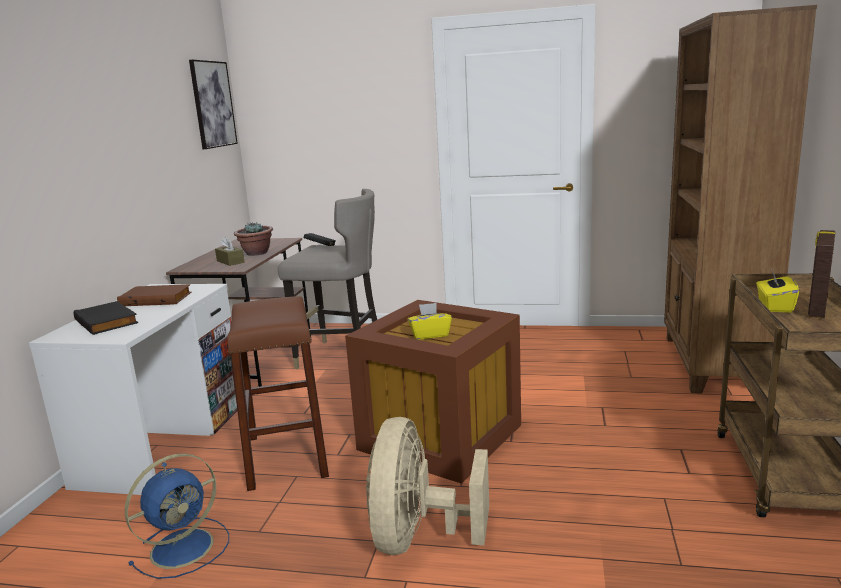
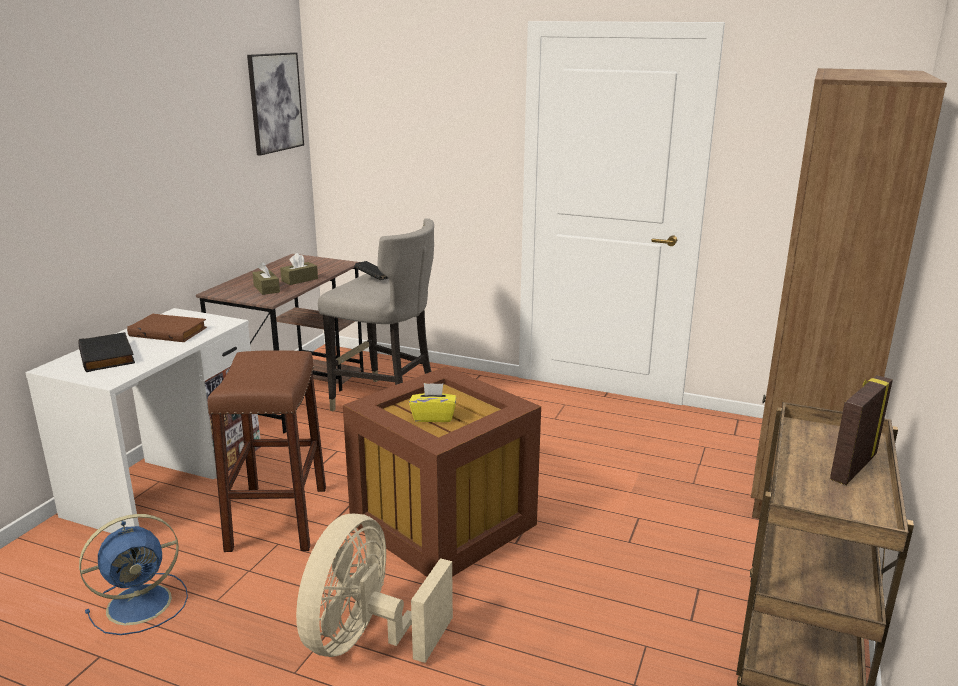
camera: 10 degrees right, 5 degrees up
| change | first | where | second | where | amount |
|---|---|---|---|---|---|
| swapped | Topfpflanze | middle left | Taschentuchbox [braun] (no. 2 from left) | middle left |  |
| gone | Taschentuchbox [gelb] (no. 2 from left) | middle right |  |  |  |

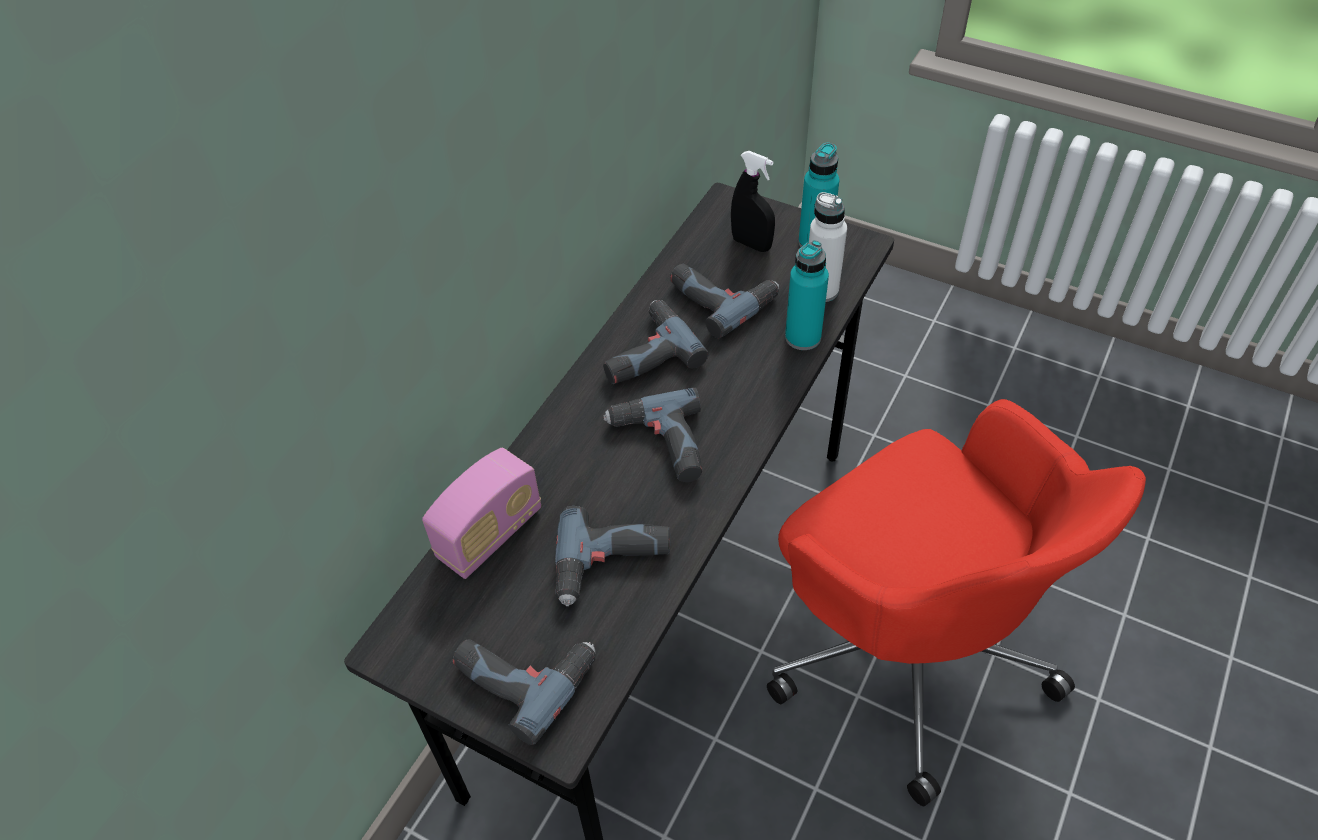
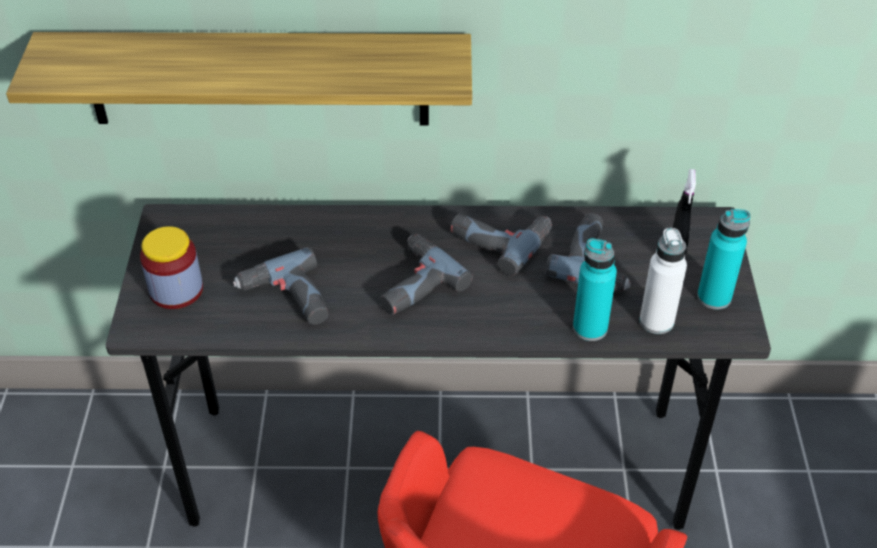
camera: 60 degrees right, 5 degrees down
| change | first | where | second | where | amount |
|---|---|---|---|---|---|
| gone | Radio | centre |  |  |  |
| swapped | Bohrmaschine (no. 1 from left) | bottom centre | Vorratsglas | middle left |  |
| new |  |  | Wandregal | top left |  |

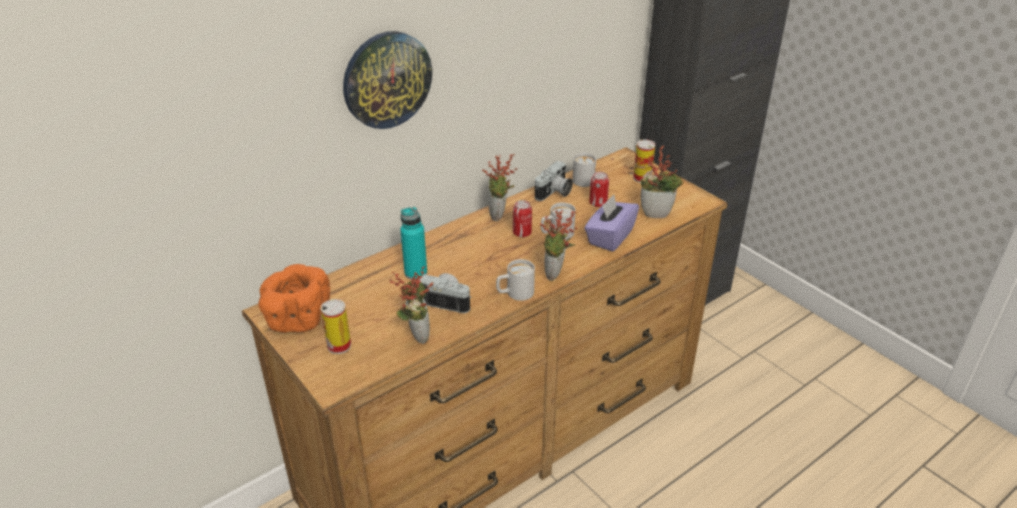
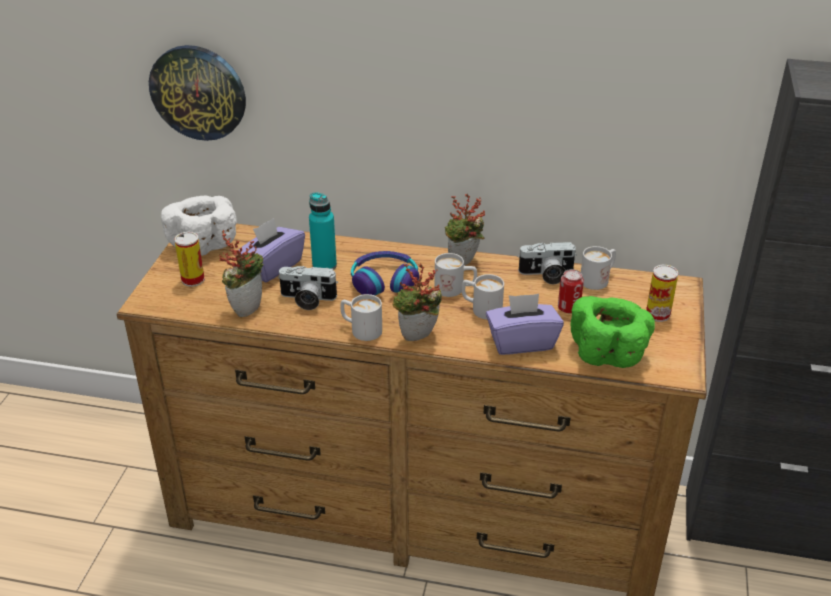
camera: 50 degrees right, 0 degrees up
| change | first | where | second | where | amount |
|---|---|---|---|---|---|
| repainted | Schüssel [orange] | middle left | Schüssel [weiß] | middle left |  |
| shifted | Wanduhr | top centre |  | top left |  |
| rotated | Kamera (no. 1 from left) | centre |  | centre | 120 degrees clockwise |
| swapped | Dose (no. 2 from left) | centre | Henkelbecher [weiß] (no. 2 from left) | centre |  |
| swapped | Topfpflanze (no. 4 from left) | centre | Schüssel [grün] | middle right |  |
| new |  |  | Taschentuchbox [lila] (no. 1 from left) | middle left |  |
| new |  |  | Kopfhörer | centre |  |

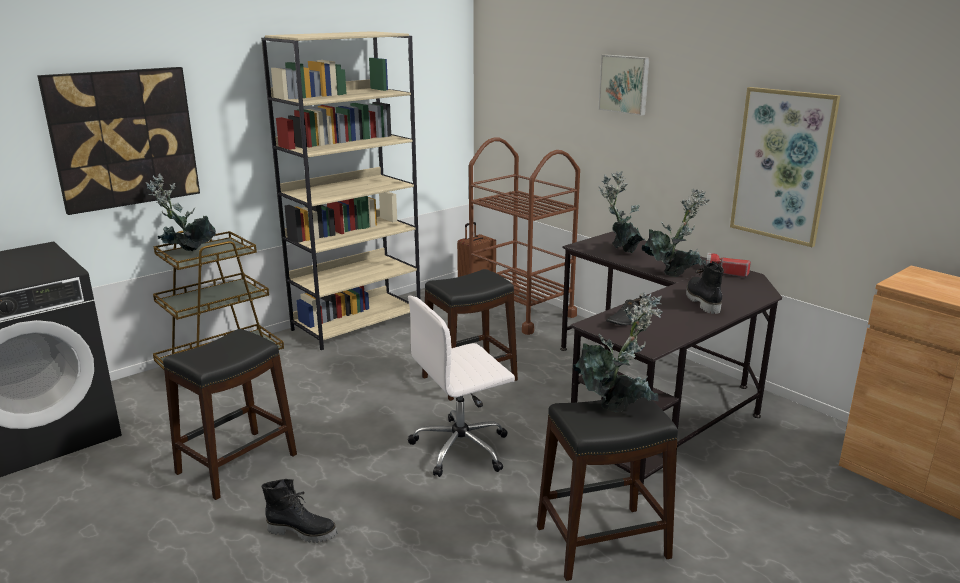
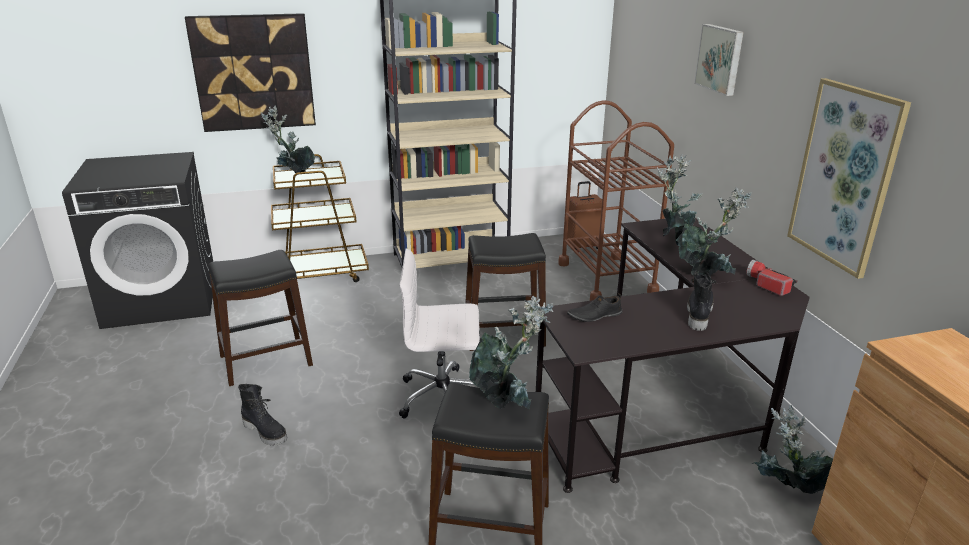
camera: 25 degrees right, 5 degrees up
| change | first | where | second | where | amount |
|---|---|---|---|---|---|
| new |  |  | Topfpflanze (no. 5 from left) | bottom right |  |

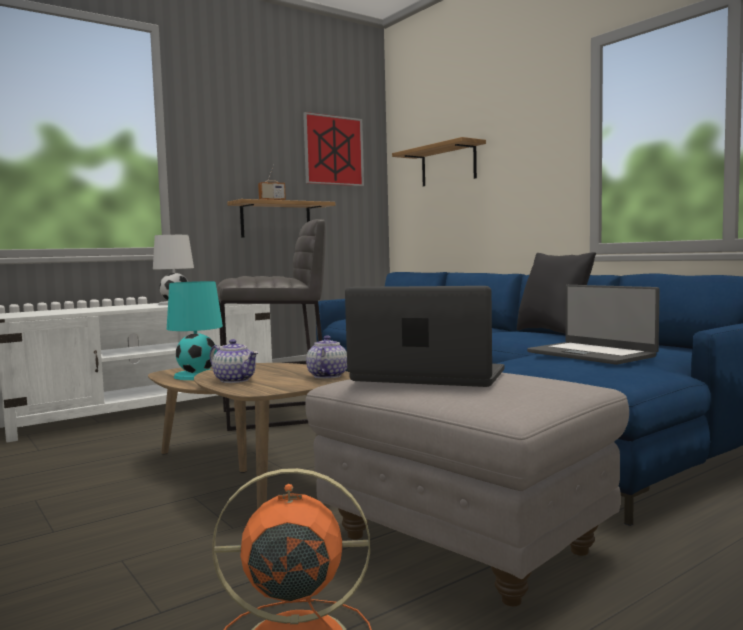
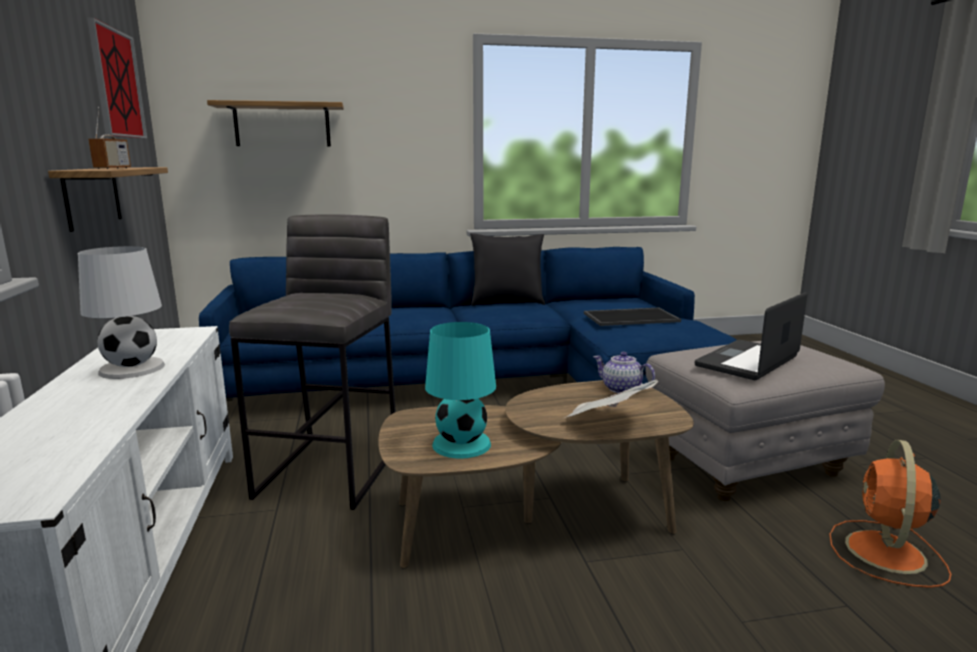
camera: 65 degrees left, 10 degrees up
| change | first | where | second | where | amount |
|---|---|---|---|---|---|
| swapped | Teekanne (no. 1 from left) | middle left | Zeitung | centre |  |
| swapped | Laptop (no. 2 from left) | middle right | Tablett | centre |  |

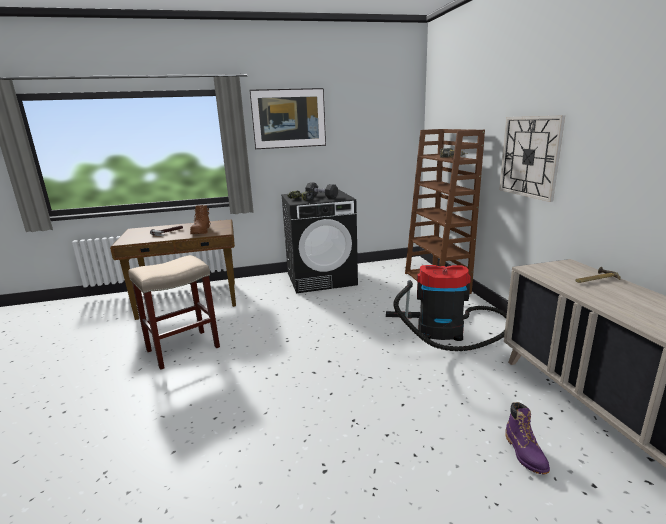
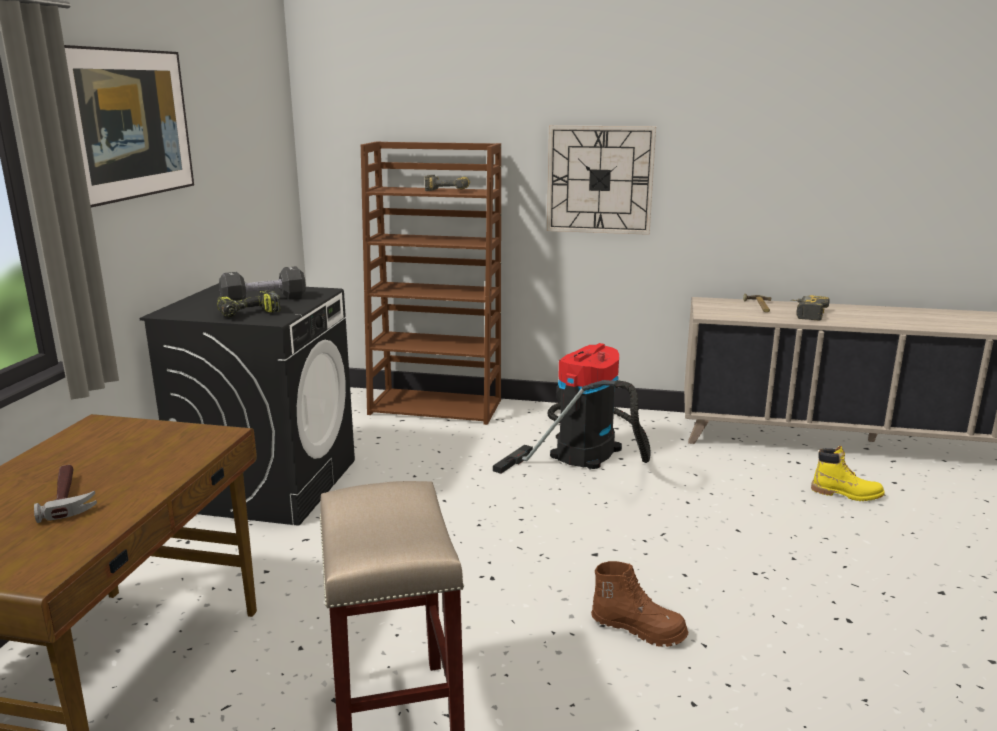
camera: 65 degrees left, 0 degrees up
| change | first | where | second | where | amount |
|---|---|---|---|---|---|
| shifted | Stiefel [braun] | middle left |  | bottom centre |  |
| repainted | Stiefel [lila] | bottom right | Stiefel [gelb] | middle right |  |
| new |  |  | Bohrmaschine (no. 3 from left) | middle right |  |

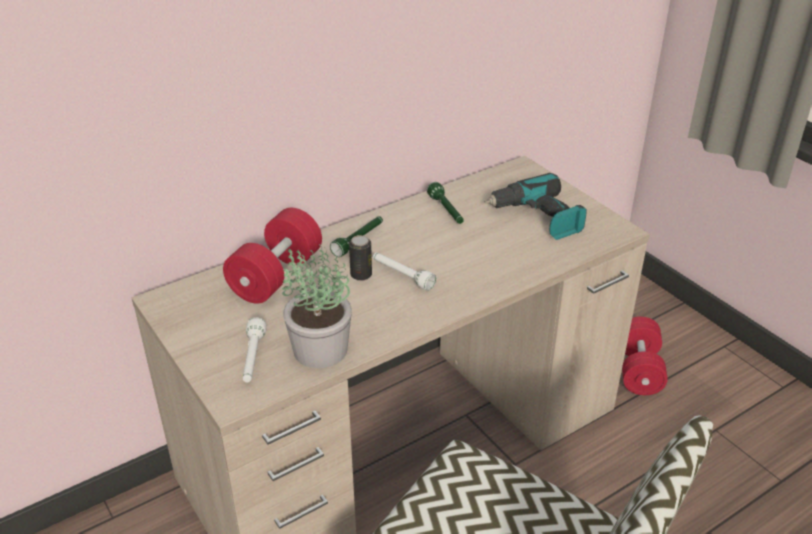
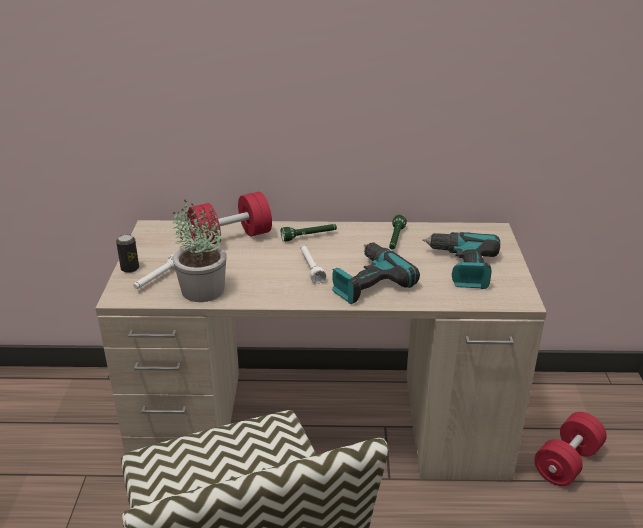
camera: 35 degrees right, 5 degrees down
| change | first | where | second | where | amount |
|---|---|---|---|---|---|
| shifted | Dose | centre |  | middle left |  |
| new |  |  | Bohrmaschine (no. 1 from left) | centre |  |

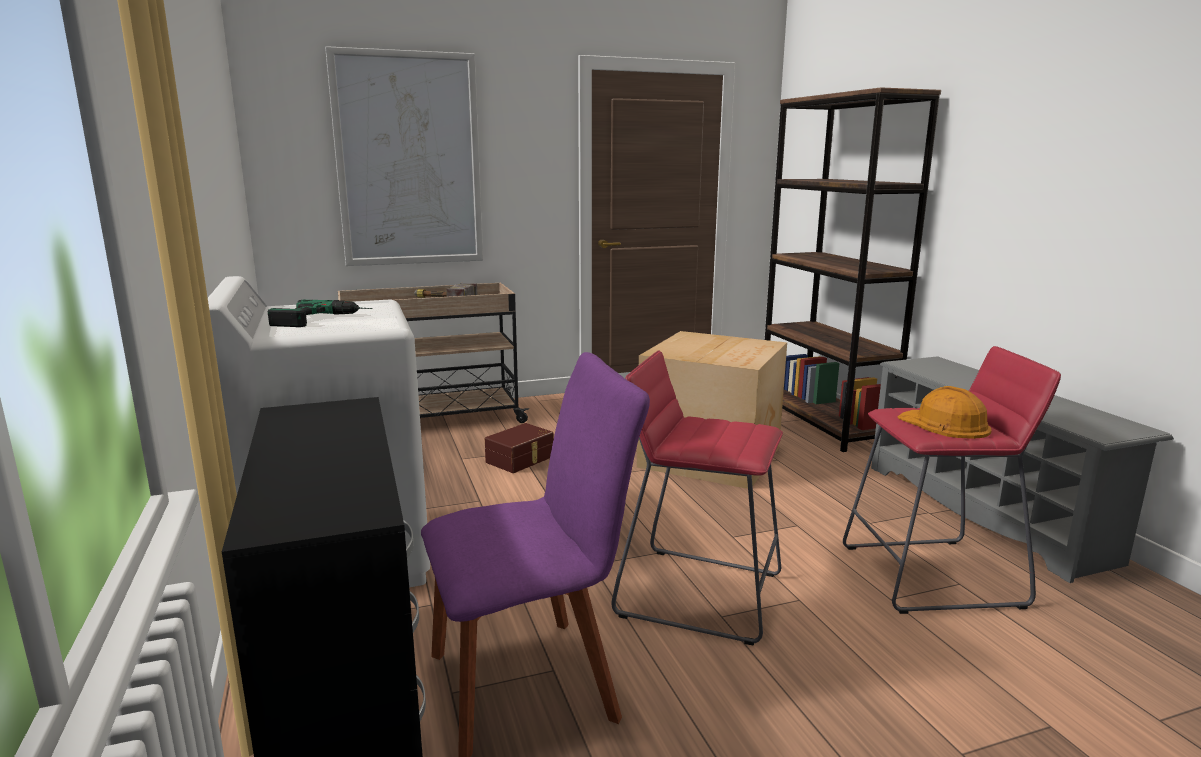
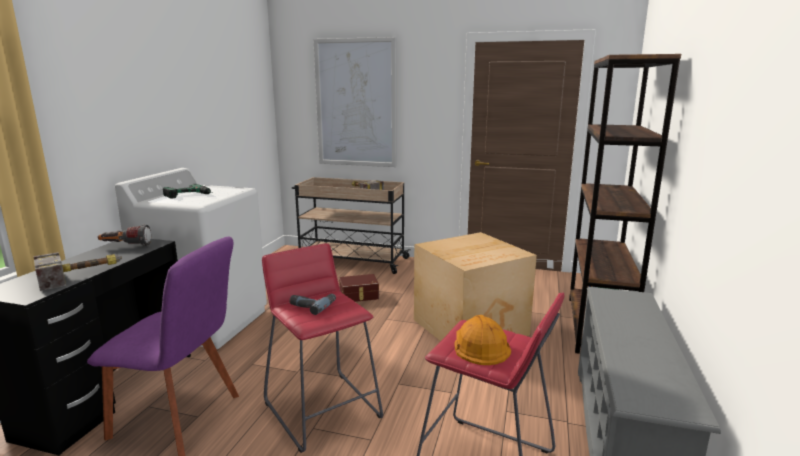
camera: 35 degrees right, 0 degrees up
| change | first | where | second | where | amount |
|---|---|---|---|---|---|
| new |  |  | Hammer (no. 1 from left) | middle left |  |
| new |  |  | Taschenlampe | middle left |  |
| new |  |  | Bohrmaschine (no. 2 from left) | bottom centre |  |

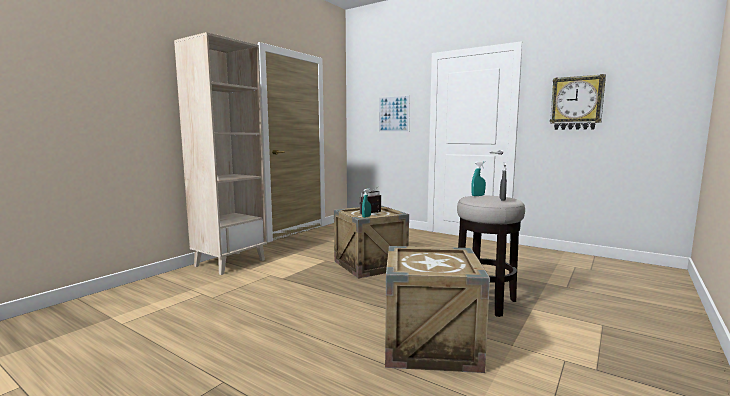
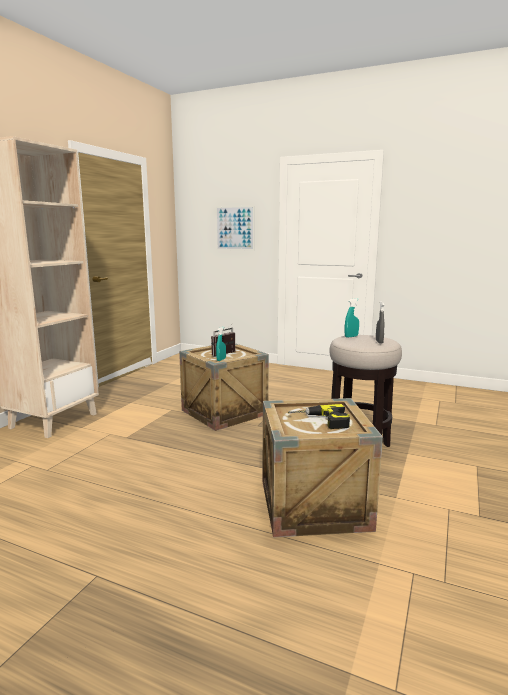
camera: 10 degrees left, 5 degrees up
| change | first | where | second | where | amount |
|---|---|---|---|---|---|
| gone | Wanduhr | top right |  |  |  |
| new |  |  | Bohrmaschine | centre |  |

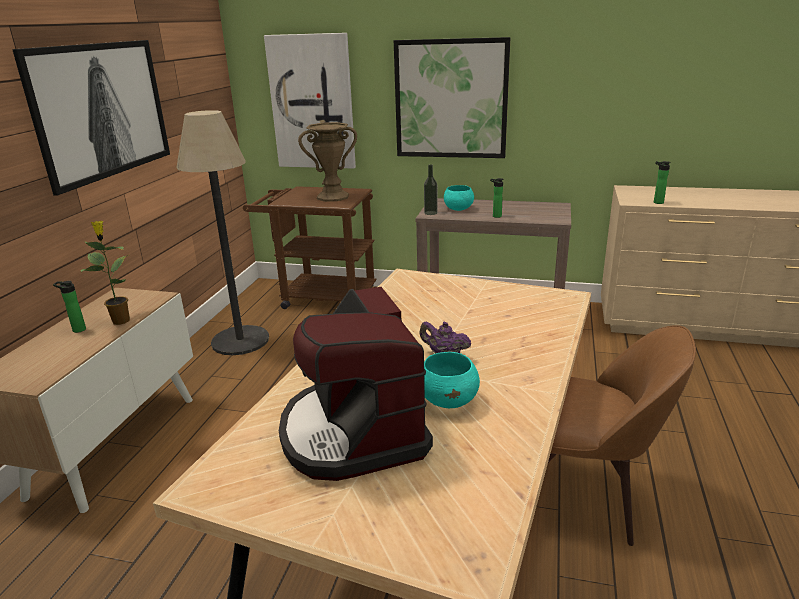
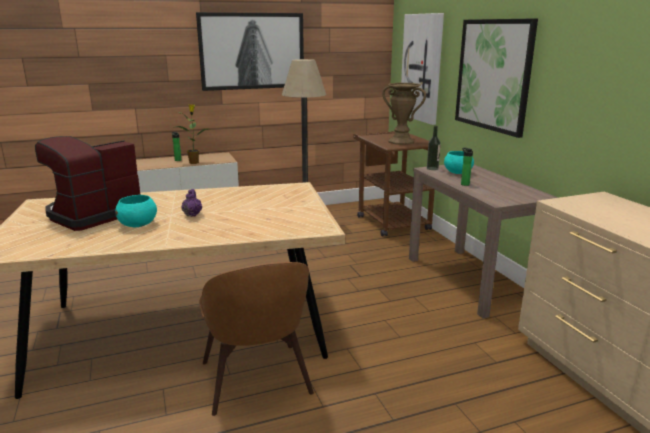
camera: 55 degrees right, 5 degrees down
| change | first | where | second | where | amount |
|---|---|---|---|---|---|
| gone | Flasche (no. 4 from left) | top right |  |  |  |

